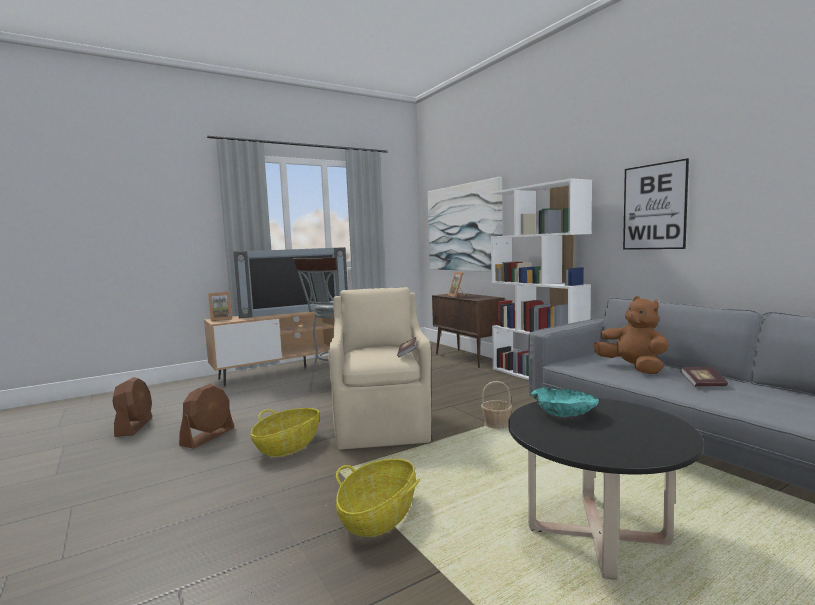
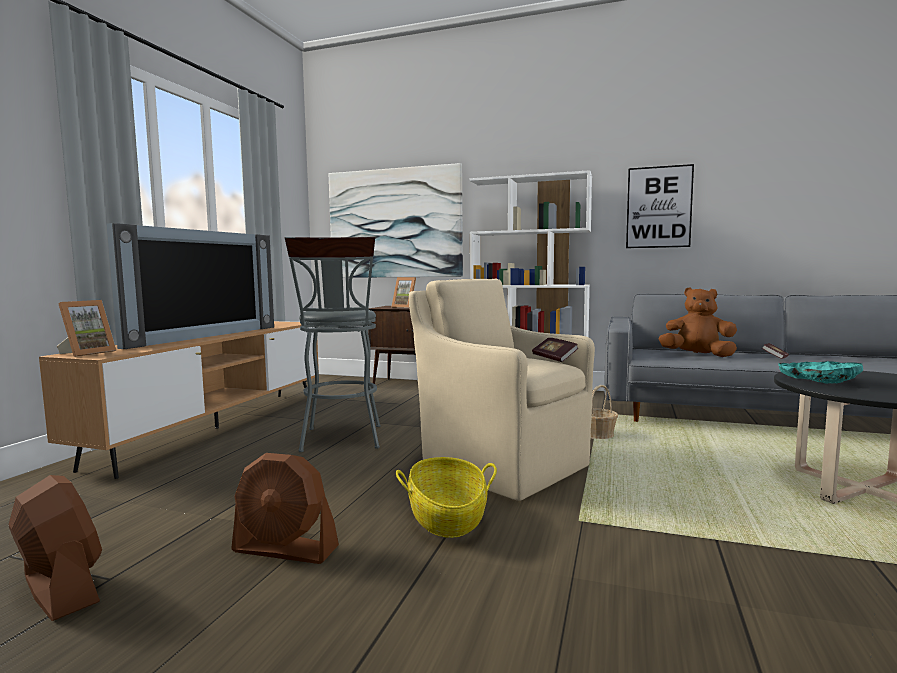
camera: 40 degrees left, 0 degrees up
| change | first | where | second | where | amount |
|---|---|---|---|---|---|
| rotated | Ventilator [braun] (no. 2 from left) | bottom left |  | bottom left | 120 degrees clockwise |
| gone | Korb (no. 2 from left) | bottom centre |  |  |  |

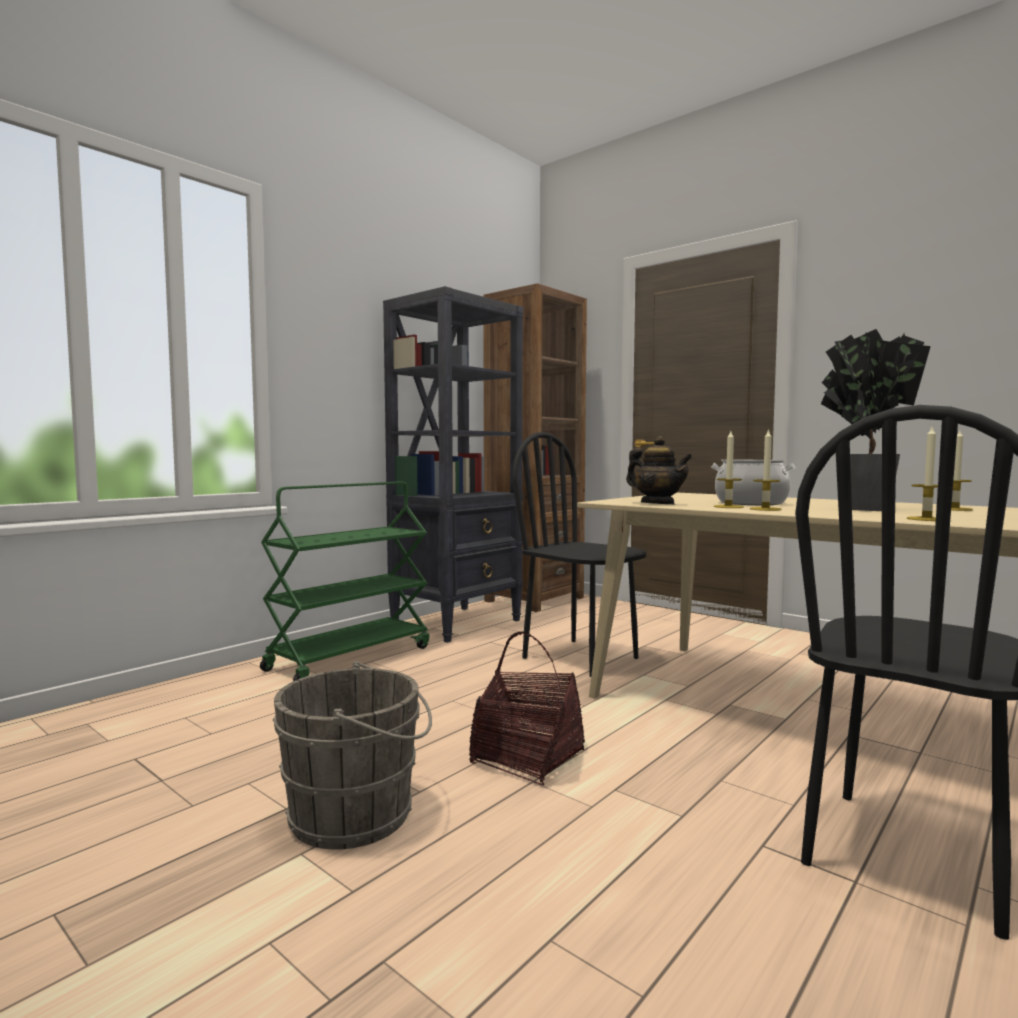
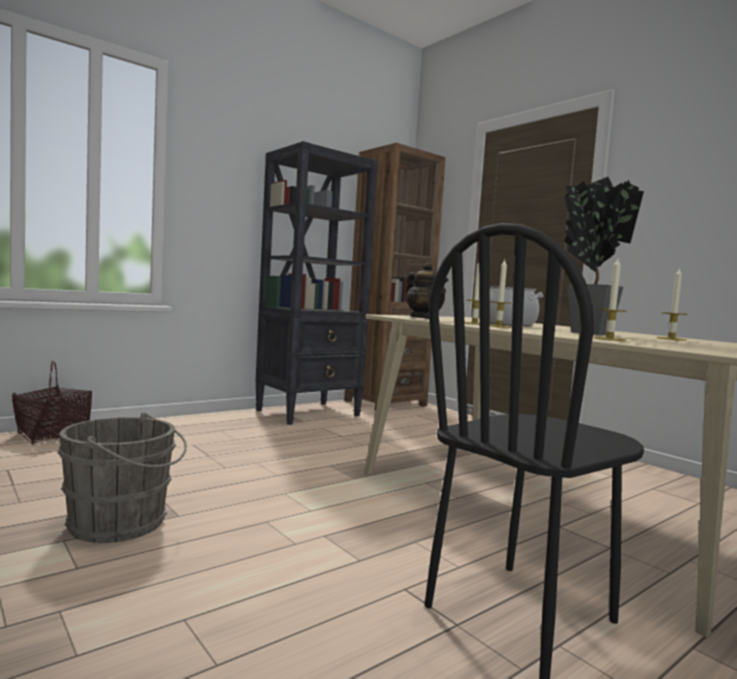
camera: 10 degrees right, 0 degrees up
| change | first | where | second | where | amount |
|---|---|---|---|---|---|
| gone | Rollwagen [grün] | centre |  |  |  |
| shifted | Korb | bottom centre |  | middle left |  |
| gone | Stuhl [schwarz] (no. 1 from left) | centre |  |  |  |

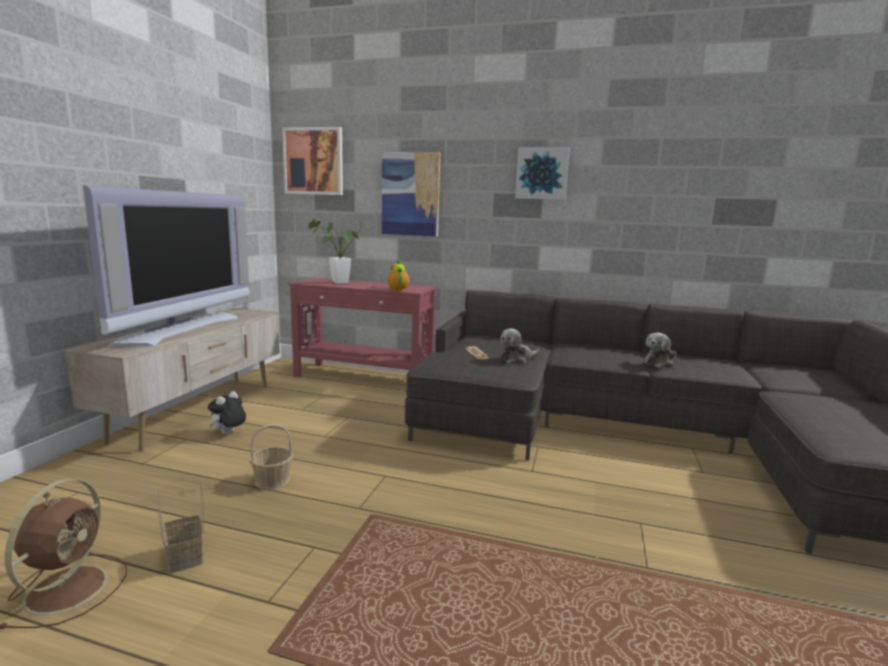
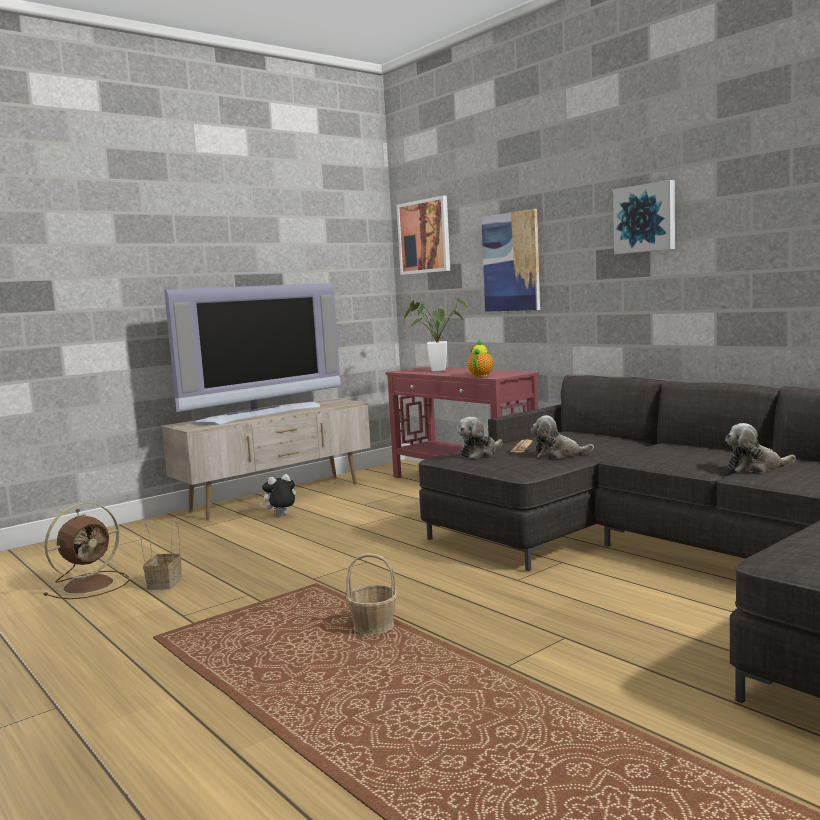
camera: 35 degrees right, 5 degrees down
| change | first | where | second | where | amount |
|---|---|---|---|---|---|
| shifted | Korb (no. 2 from left) | bottom left |  | bottom centre |  |
| new |  |  | Plüschtier (no. 2 from left) | centre |  |

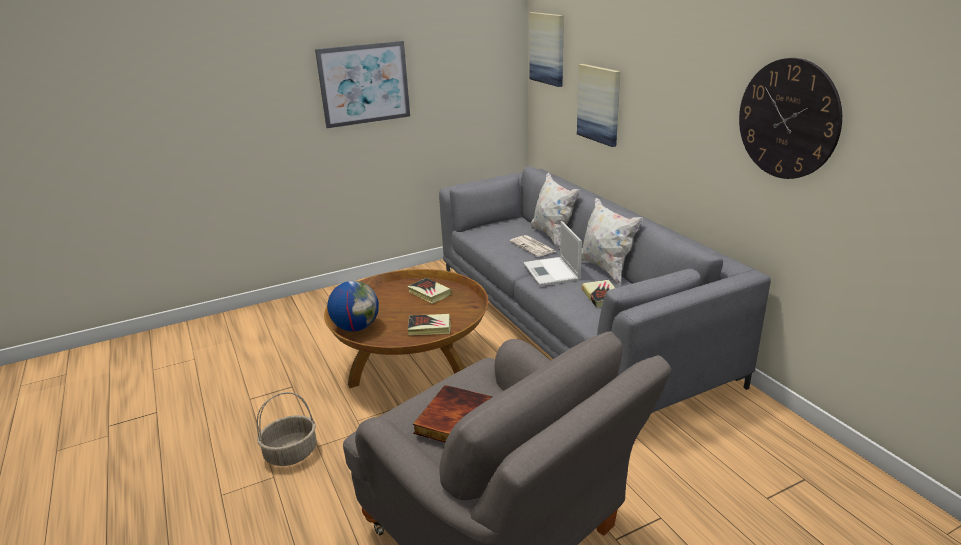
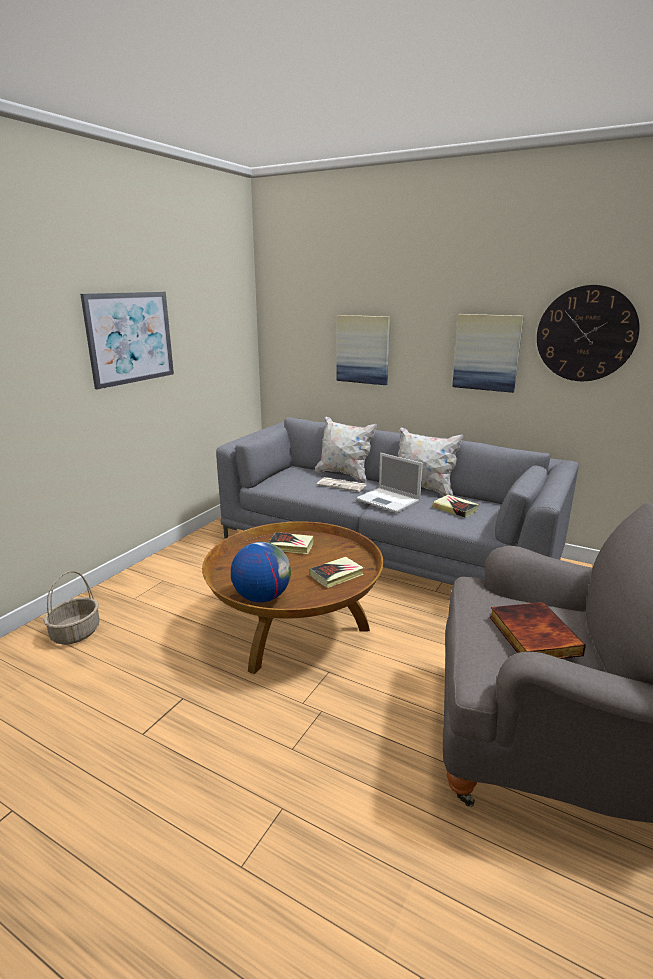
camera: 35 degrees left, 5 degrees down
| change | first | where | second | where | amount |
|---|---|---|---|---|---|
| shifted | Korb | bottom left |  | middle left |  |
| shifted | Bild (no. 2 from left in the first image) | top centre | Bild (no. 3 from left) | middle right |  |

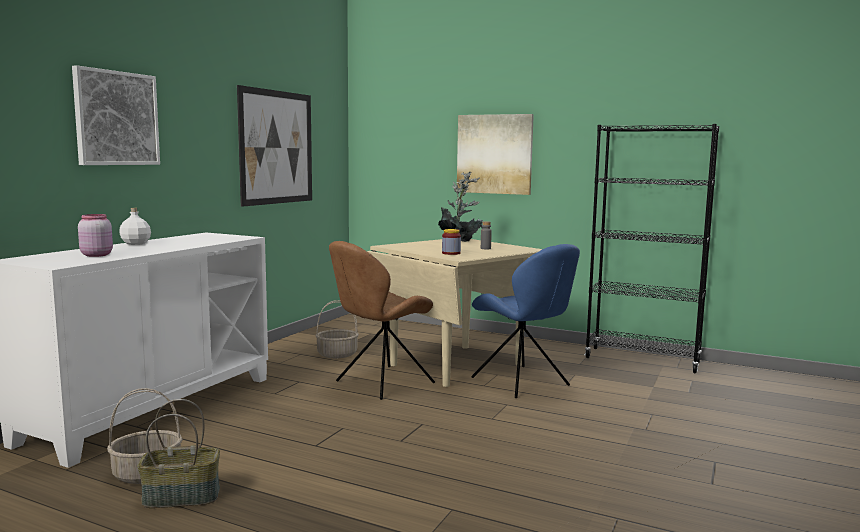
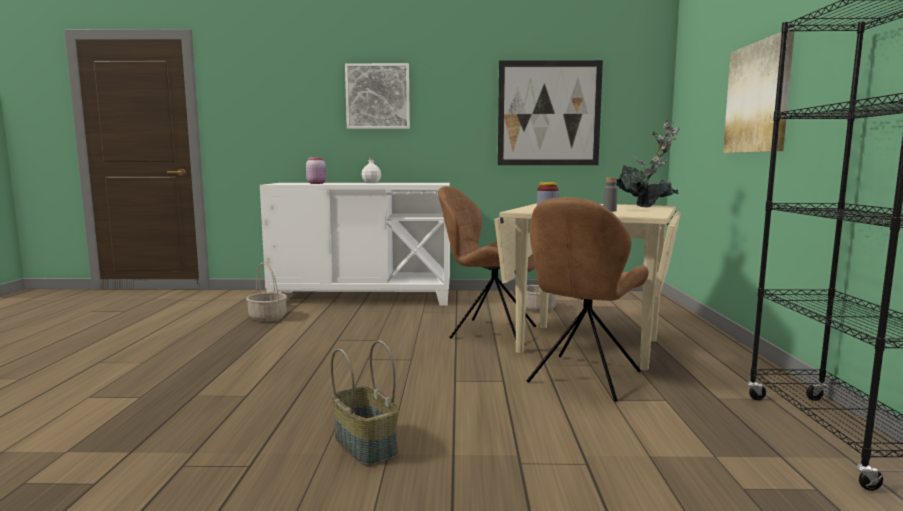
camera: 65 degrees right, 0 degrees up
| change | first | where | second | where | amount |
|---|---|---|---|---|---|
| shifted | Korb (no. 2 from left) | bottom left |  | bottom centre |  |
| repainted | Stuhl [blau] | centre | Stuhl [braun] (no. 2 from left) | centre |  |

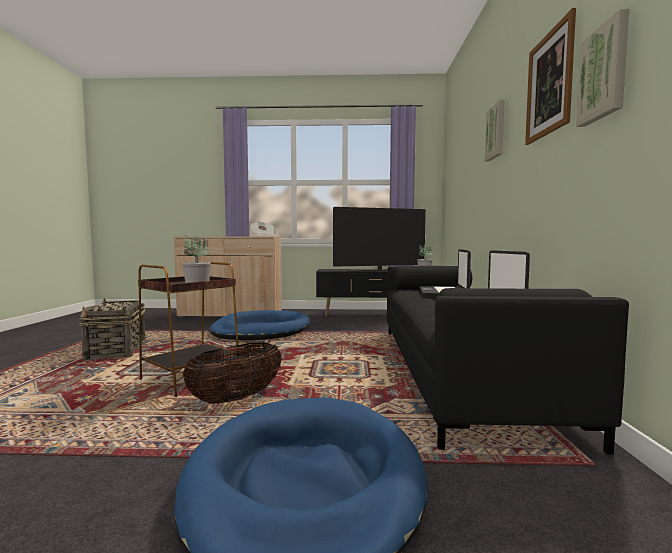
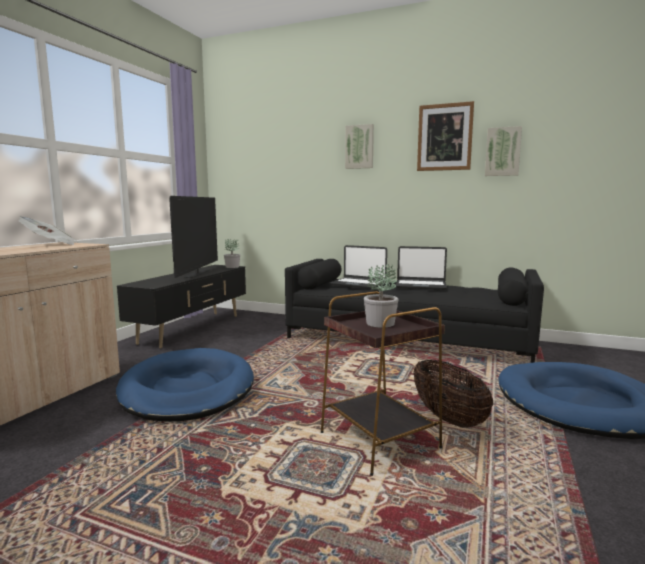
camera: 70 degrees left, 5 degrees up
| change | first | where | second | where | amount |
|---|---|---|---|---|---|
| gone | Korb (no. 1 from left) | middle left |  |  |  |

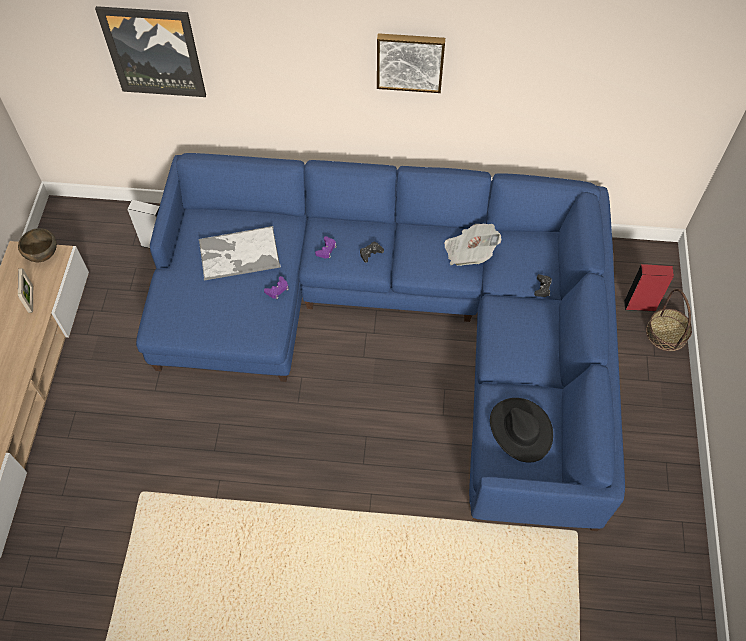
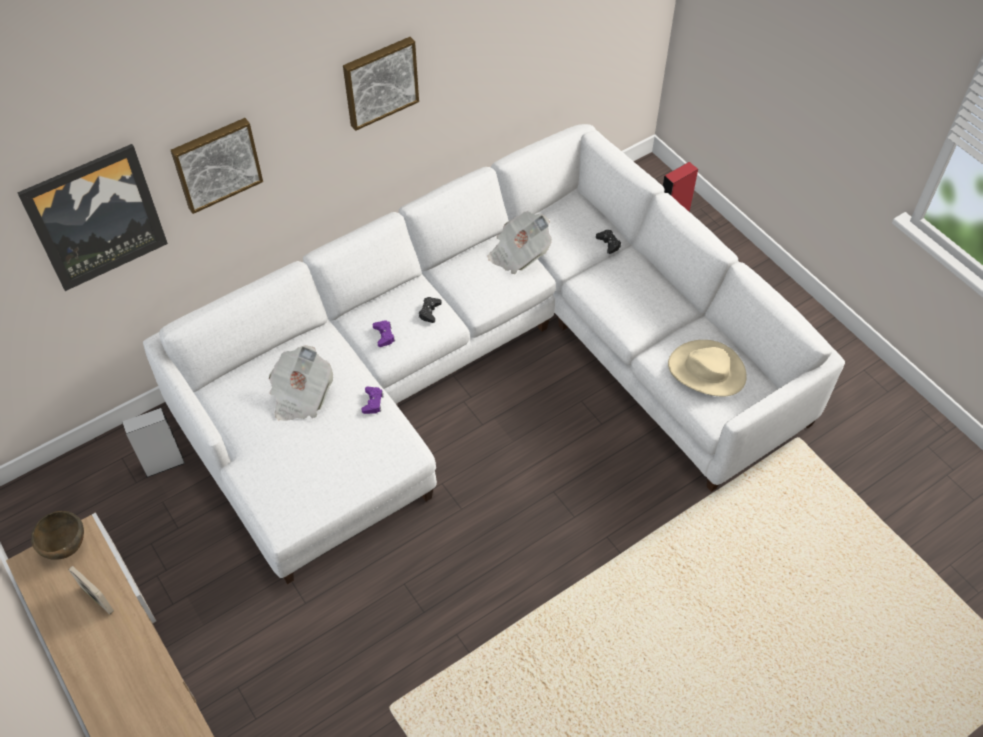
camera: 40 degrees left, 5 degrees down
| change | first | where | second | where | amount |
|---|---|---|---|---|---|
| repainted | Sofa [blau] | centre | Sofa [weiß] | centre |  |
| swapped | Tablett | middle left | Zeitung (no. 1 from left) | middle left |  |
| repainted | Hut [schwarz] | bottom right | Hut [beige] | middle right |  |
| gone | Korb | middle right |  |  |  |
| new |  |  | Bild (no. 2 from left) | top left |  |

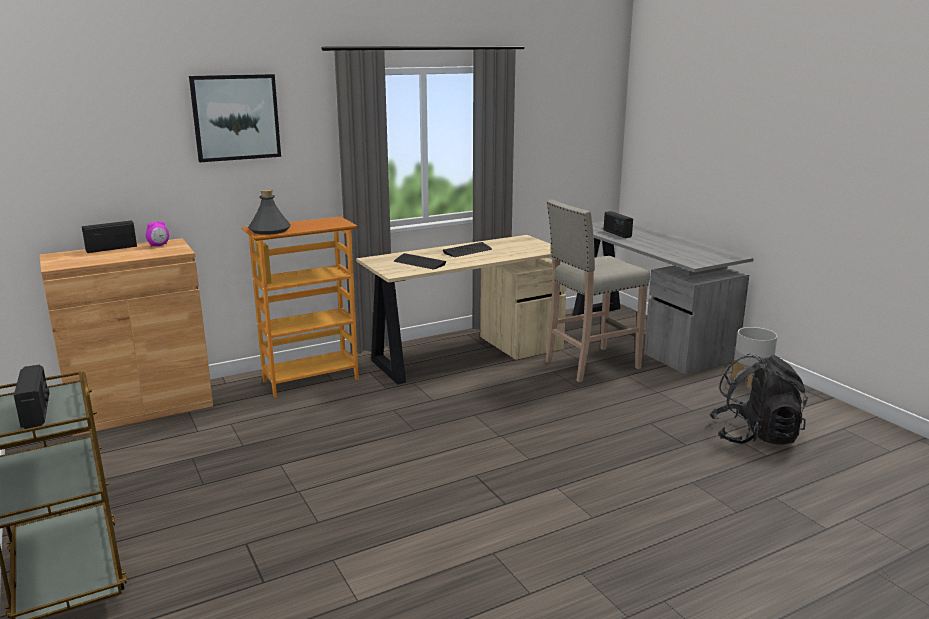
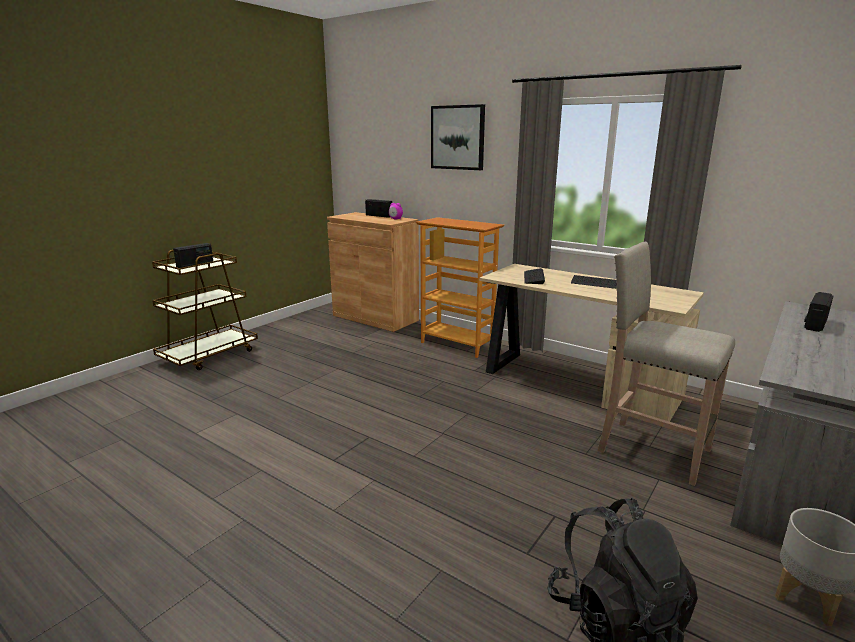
camera: 65 degrees right, 0 degrees up
| change | first | where | second | where | amount |
|---|---|---|---|---|---|
| gone | Flasche [grau] | middle left |  |  |  |

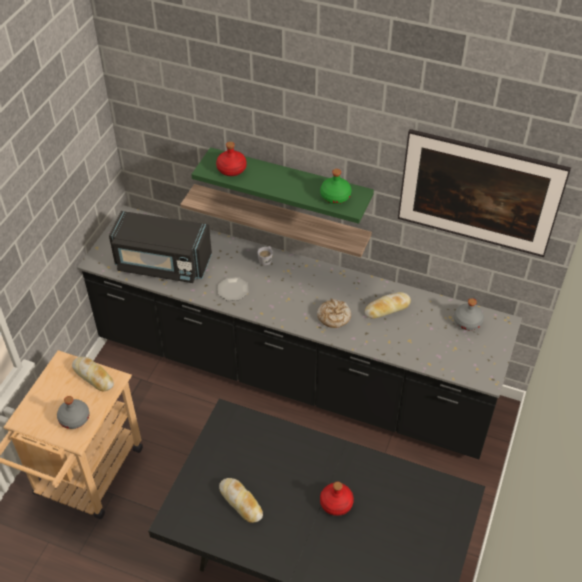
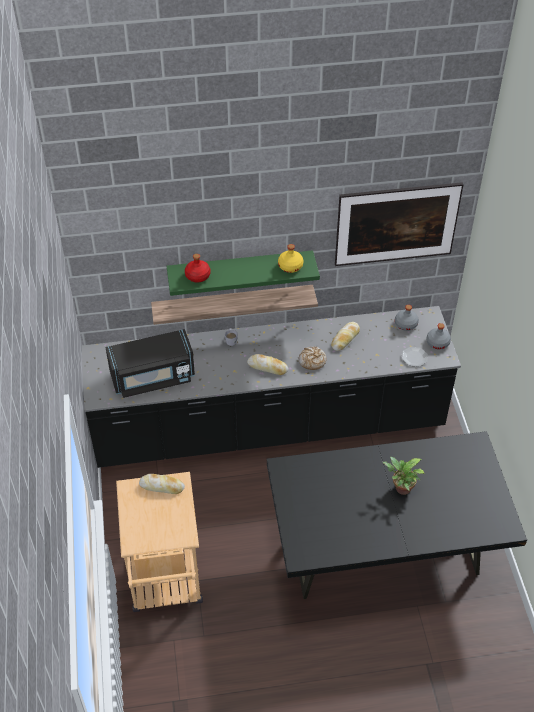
camera: 30 degrees left, 0 degrees up
| change | first | where | second | where | amount |
|---|---|---|---|---|---|
| shifted | Flasche [grau] (no. 1 from left in the first image) | bottom left | Flasche [grau] (no. 2 from left) | middle right |  |
| shifted | Teller | centre |  | middle right |  |
| shifted | Brot (no. 2 from left) | bottom centre |  | centre |  |
| repainted | Flasche [grün] | top centre | Flasche [gelb] | centre |  |
| swapped | Flasche [rot] (no. 2 from left) | bottom centre | Topfpflanze | bottom right |  |

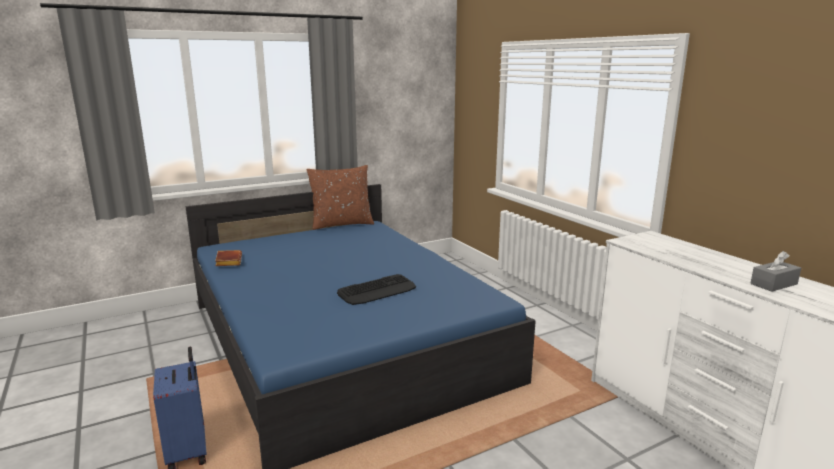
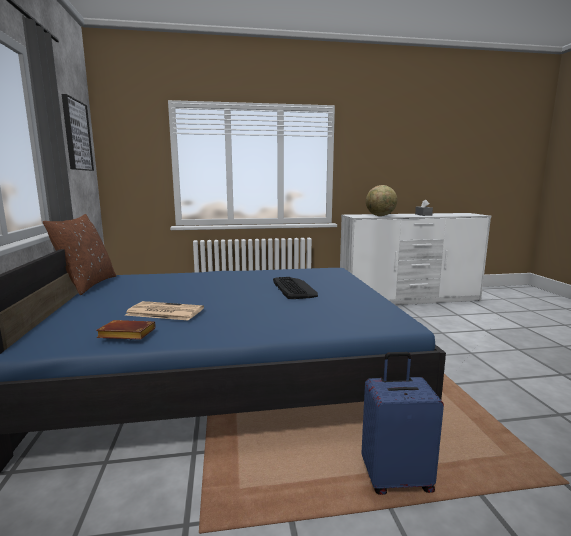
camera: 70 degrees left, 5 degrees down
| change | first | where | second | where | amount |
|---|---|---|---|---|---|
| new |  |  | Bild | top left |  |
| new |  |  | Zeitung | middle left |  |
| new |  |  | Globus | middle right |  |

